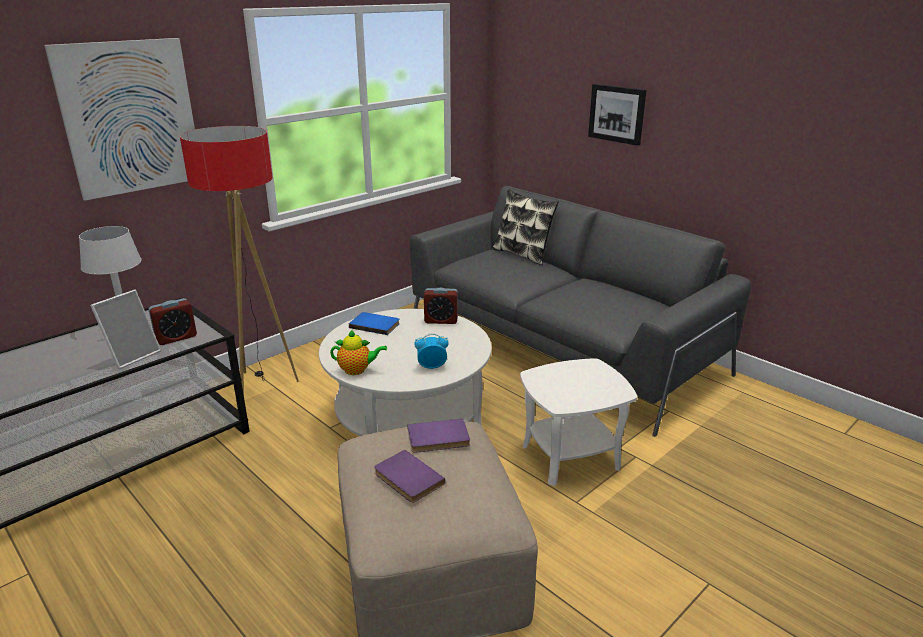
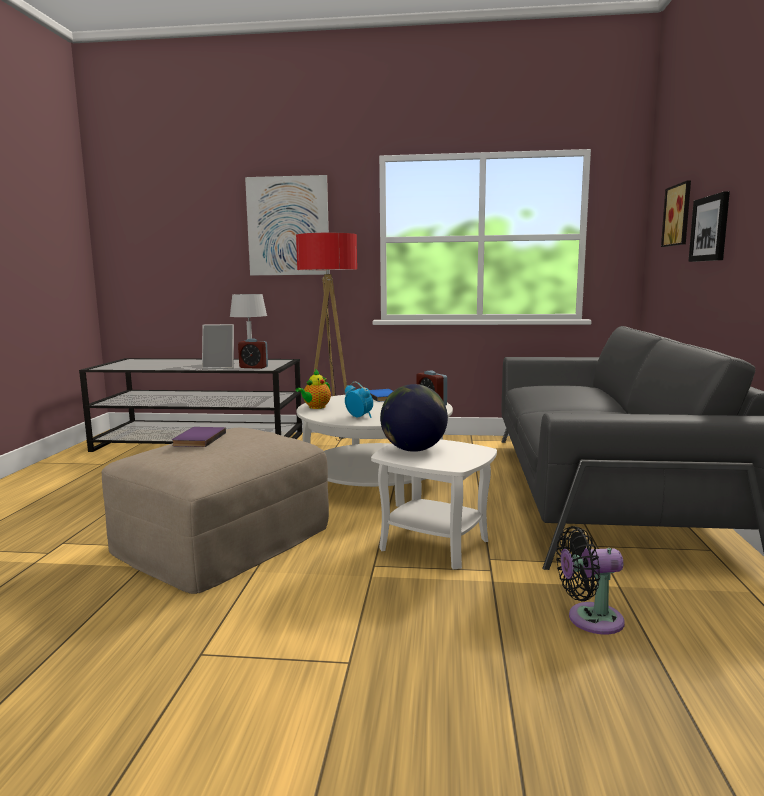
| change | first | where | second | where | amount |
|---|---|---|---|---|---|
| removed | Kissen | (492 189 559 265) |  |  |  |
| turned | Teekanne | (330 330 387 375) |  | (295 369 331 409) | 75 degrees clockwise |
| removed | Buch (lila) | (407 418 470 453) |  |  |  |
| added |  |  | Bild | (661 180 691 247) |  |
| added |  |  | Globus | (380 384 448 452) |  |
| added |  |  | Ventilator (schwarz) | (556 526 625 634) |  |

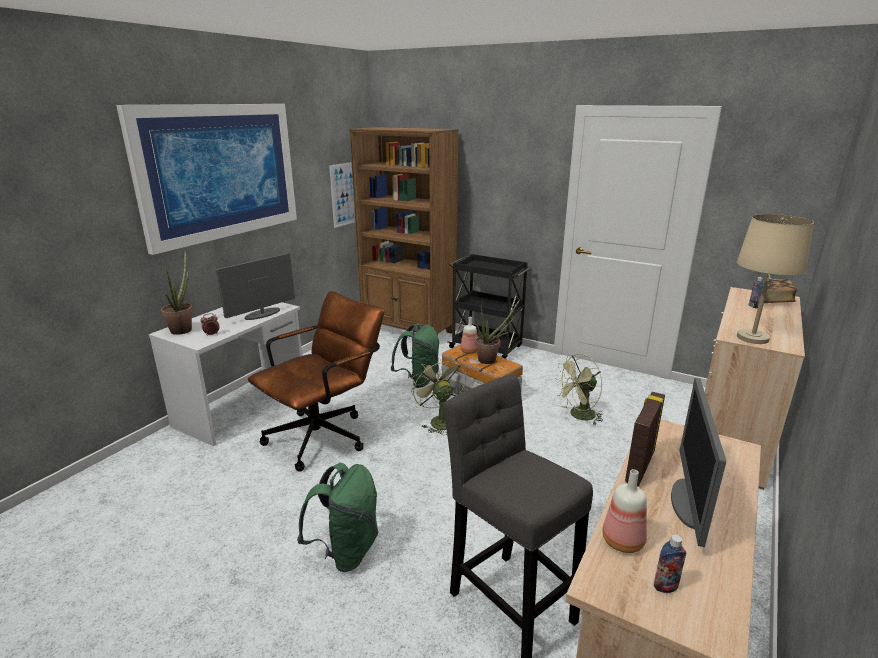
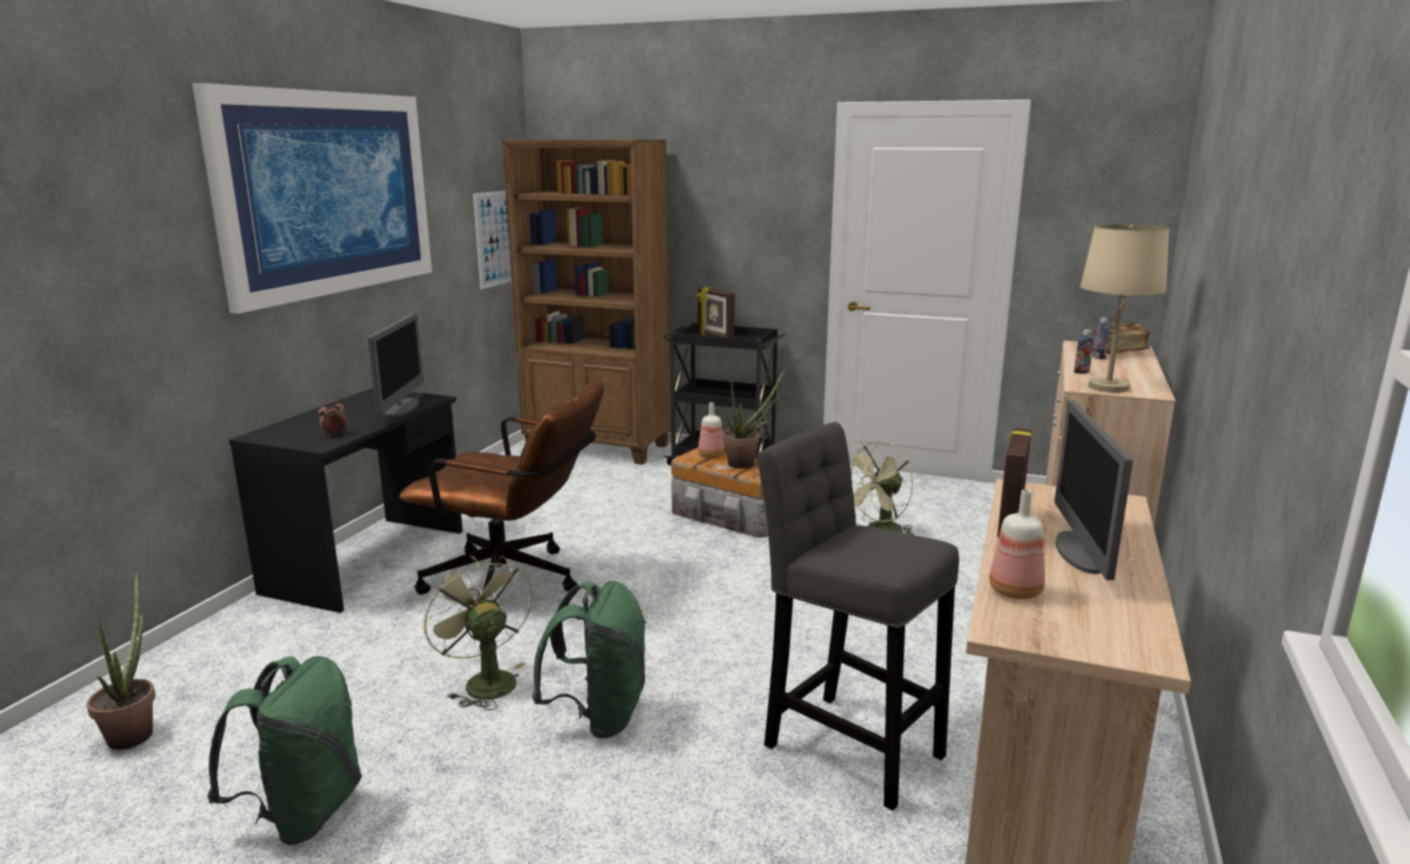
| change | first | where | second | where | amount |
|---|---|---|---|---|---|
| moved | Topfpflanze | (161 250 193 335) |  | (87 573 155 750) |  |
| turned | Monitor | (216 253 295 320) |  | (368 313 424 417) | 150 degrees clockwise |
| turned | Bürostuhl (braun) | (248 291 384 472) |  | (399 381 604 595) | 75 degrees clockwise |
| recoloured | Schreibtisch (weiß) | (149 302 302 446) | Schreibtisch (schwarz) | (229 388 463 613) |  |
| moved | Rucksack (grün) | (391 324 439 388) |  | (207 656 362 845) |  |
| moved | Ventilator (grün) | (411 357 466 435) |  | (420 556 533 710) |  |
| moved | Flasche | (654 534 686 593) |  | (1074 329 1094 374) |  |
| added |  |  | Bilderrahmen | (697 287 735 338) |  |

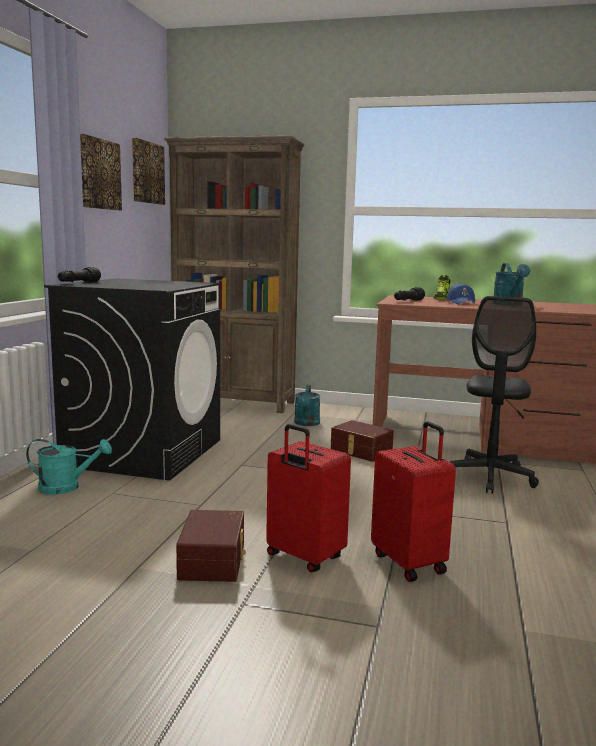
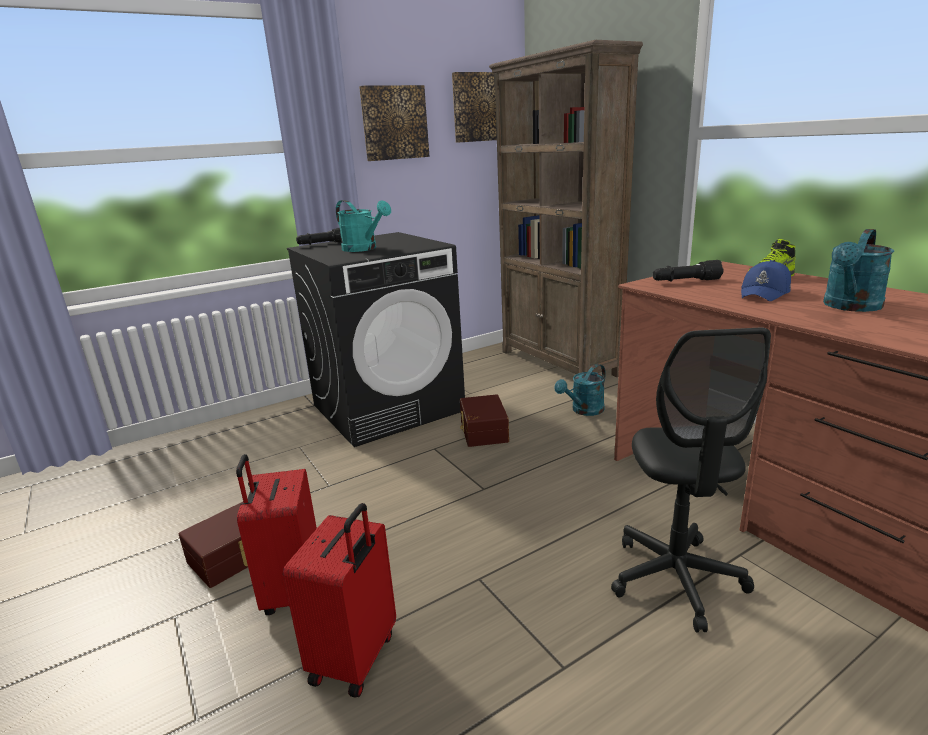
| change | first | where | second | where | amount |
|---|---|---|---|---|---|
| turned | Bürostuhl (schwarz) | (450 296 539 494) |  | (611 328 771 633) | 60 degrees counterclockwise |
| moved | Aufbewahrungsbox (braun) | (331 420 394 462) |  | (460 394 509 447) |  |
| moved | Gießkanne (türkis) | (26 439 112 495) |  | (336 200 391 252) |  |

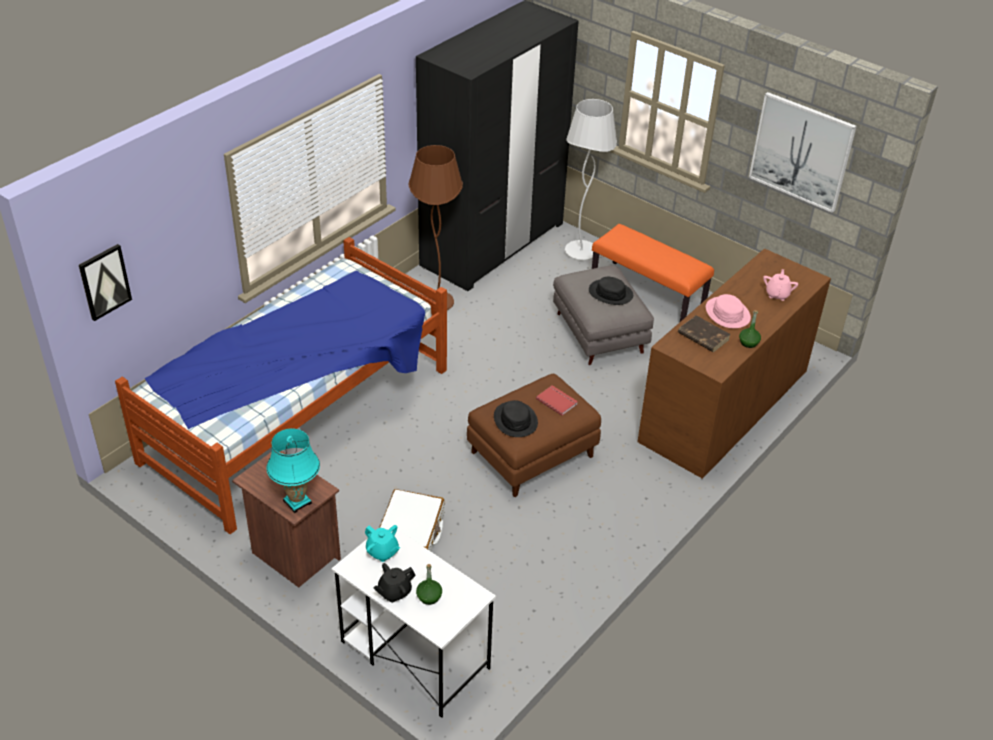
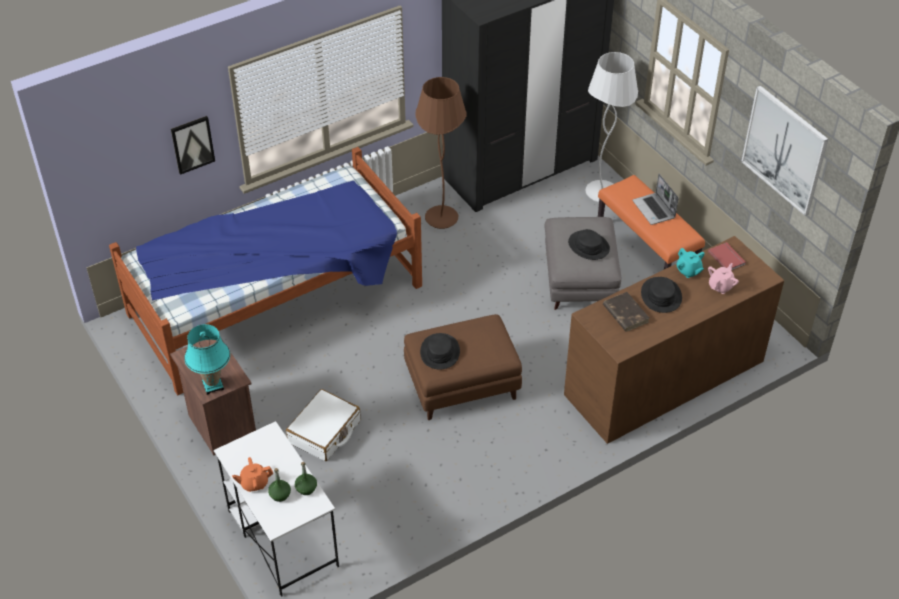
| change | first | where | second | where | amount |
|---|---|---|---|---|---|
| moved | Bild | (79 244 132 321) |  | (171 116 215 175) |  |
| recoloured | Hut (rosa) | (706 294 751 328) | Hut (schwarz) | (641 277 682 313) |  |
| moved | Flasche (grün) | (739 310 761 348) |  | (295 462 317 495) |  |
| moved | Buch (rot) | (536 385 578 416) |  | (708 242 746 270) |  |
| moved | Teekanne (türkis) | (365 525 400 562) |  | (677 248 705 278) |  |
| recoloured | Teekanne (schwarz) | (373 563 416 603) | Teekanne (orange) | (232 457 273 492) |  |
| added |  |  | Laptop | (632 174 679 225) |  |

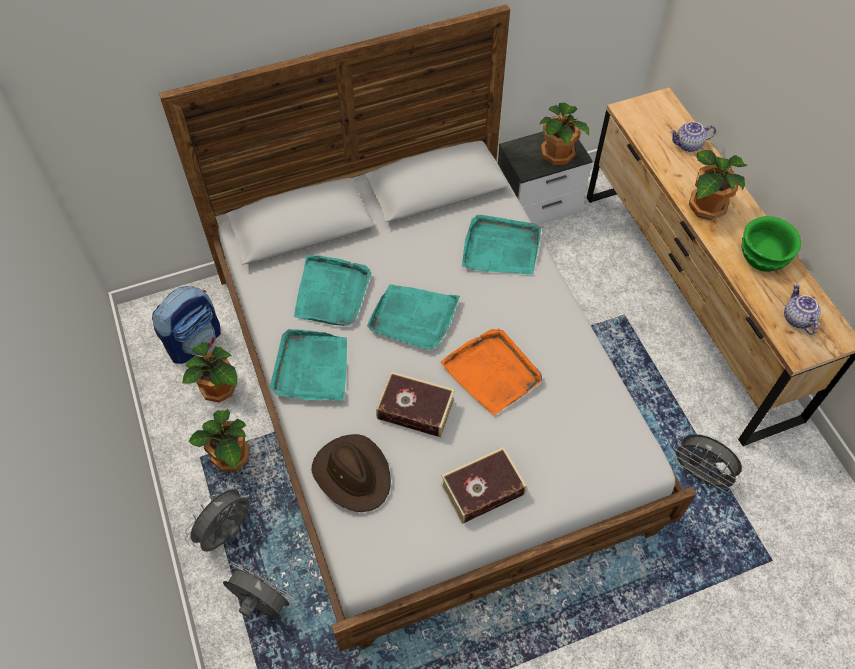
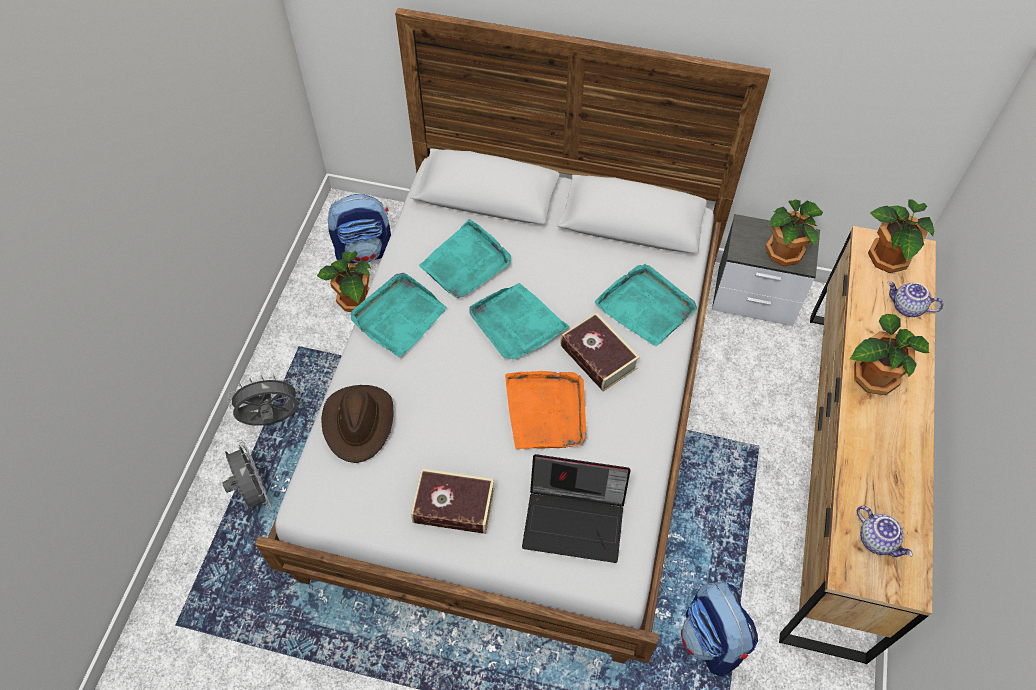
| change | first | where | second | where | amount |
|---|---|---|---|---|---|
| removed | Schüssel (grün) | (741 216 801 272) |  |  |  |
| turned | Teekanne | (784 283 821 335) |  | (857 506 913 557) | 120 degrees clockwise |
| moved | Buch | (376 372 455 437) |  | (560 313 640 392) |  |
| moved | Topfpflanze | (188 409 249 472) |  | (868 199 934 273) |  |
| replaced | Ventilator (grau) | (671 434 742 493) | Rucksack | (681 581 758 677) |  |
| added |  |  | Laptop | (522 454 631 563) |  |

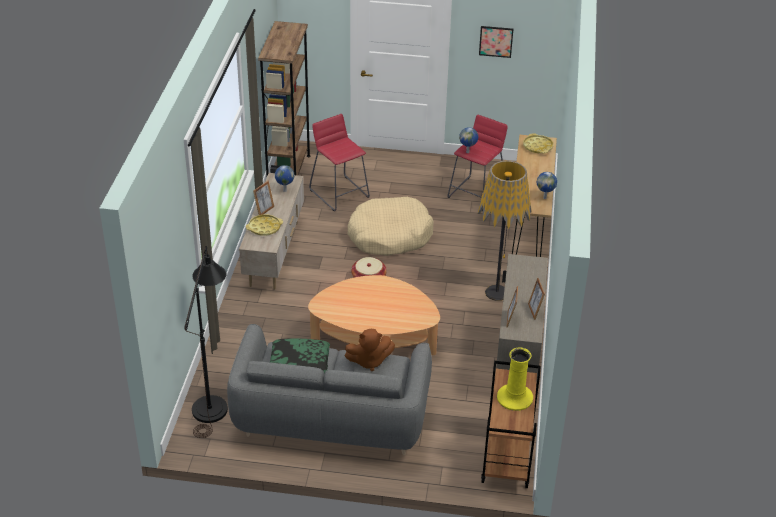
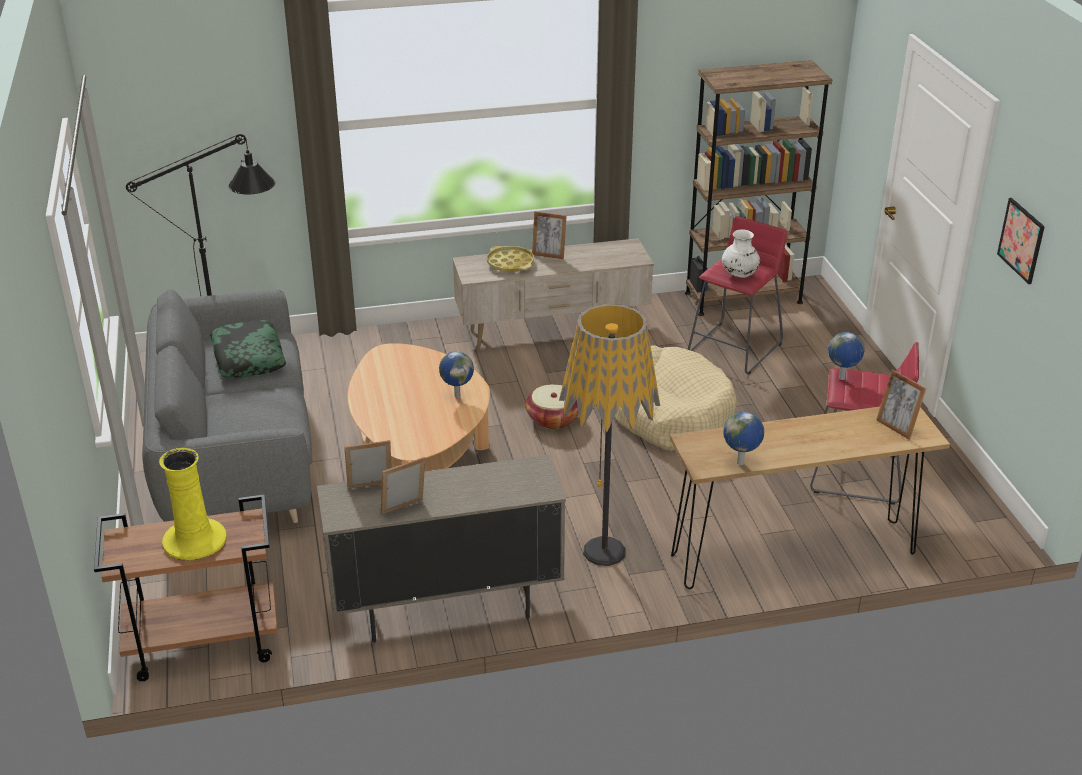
| change | first | where | second | where | amount |
|---|---|---|---|---|---|
| replaced | Tablett (gelb) | (523 133 553 154) | Bilderrahmen | (876 369 927 440) |  |
| moved | Globus | (275 165 294 192) |  | (439 351 474 398) |  |
| removed | Plüschtier (braun) | (345 329 395 371) |  |  |  |
| added |  |  | Vase (weiß) | (722 230 760 278) |  |

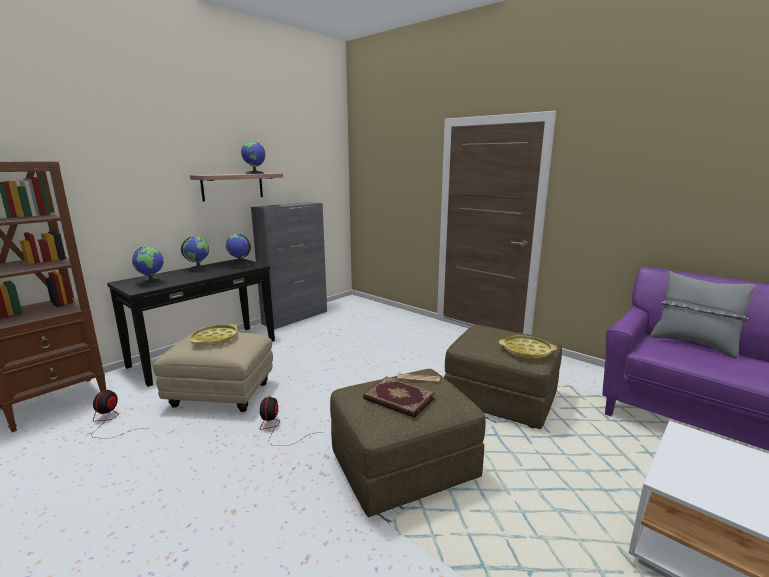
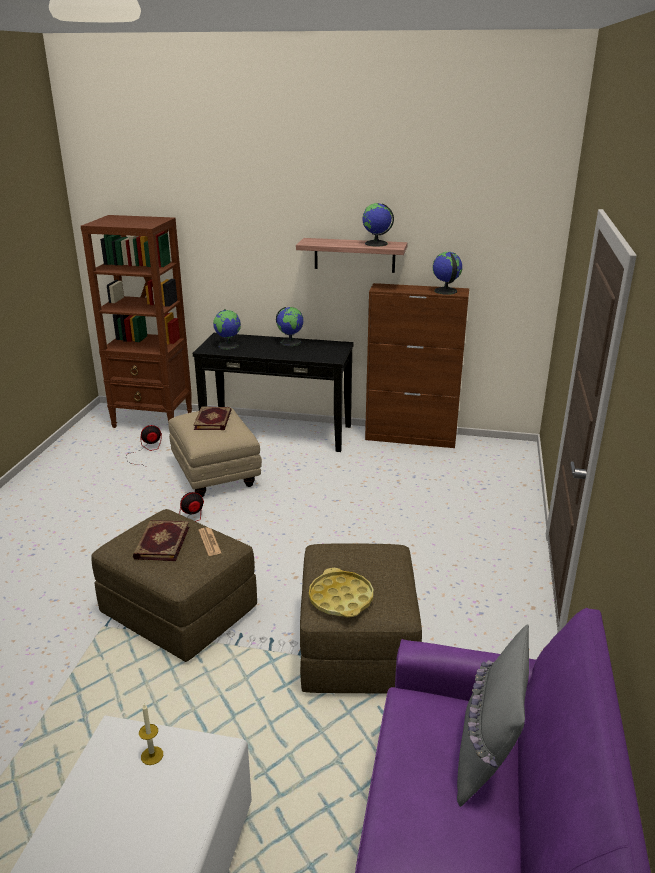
| change | first | where | second | where | amount |
|---|---|---|---|---|---|
| recoloured | Schrank (grau) | (251 202 327 329) | Schrank (braun) | (365 283 469 448) |  |
| moved | Globus | (225 234 251 267) |  | (433 252 462 295) |  |
| replaced | Tablett (gelb) | (190 324 238 346) | Buch | (193 406 232 430) |  |
| added |  |  | Kerze | (139 704 163 765) |  |

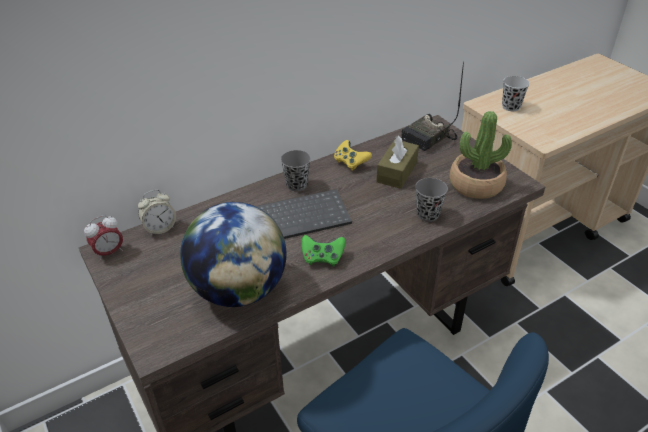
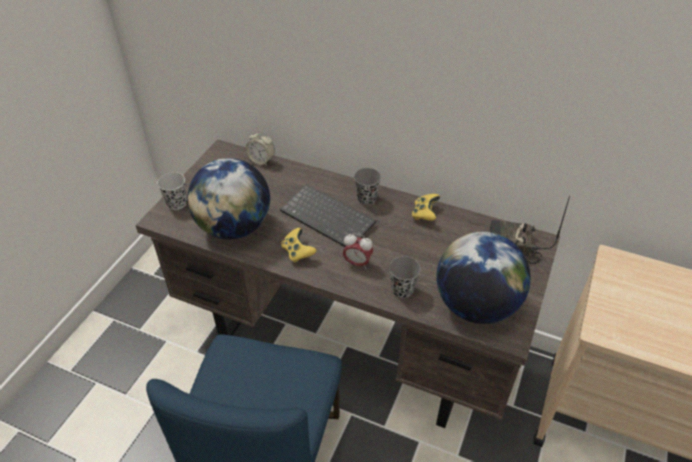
| change | first | where | second | where | amount |
|---|---|---|---|---|---|
| moved | Tasse (schwarz) | (502 76 530 111) |  | (157 172 187 210) |  |
| replaced | Topfpflanze | (449 111 512 199) | Globus | (436 232 531 324) |  |
| removed | Taschentuchbox (braun) | (376 136 419 189) |  |  |  |
| moved | Wecker | (84 215 123 261) |  | (343 233 373 269) |  |
| recoloured | Gamepad (grün) | (301 235 346 266) | Gamepad (gelb) | (281 228 316 263) |  |

